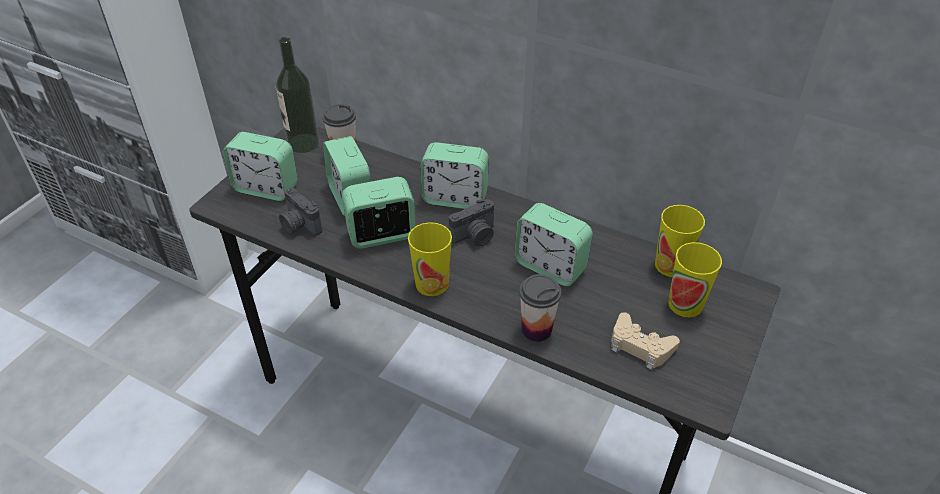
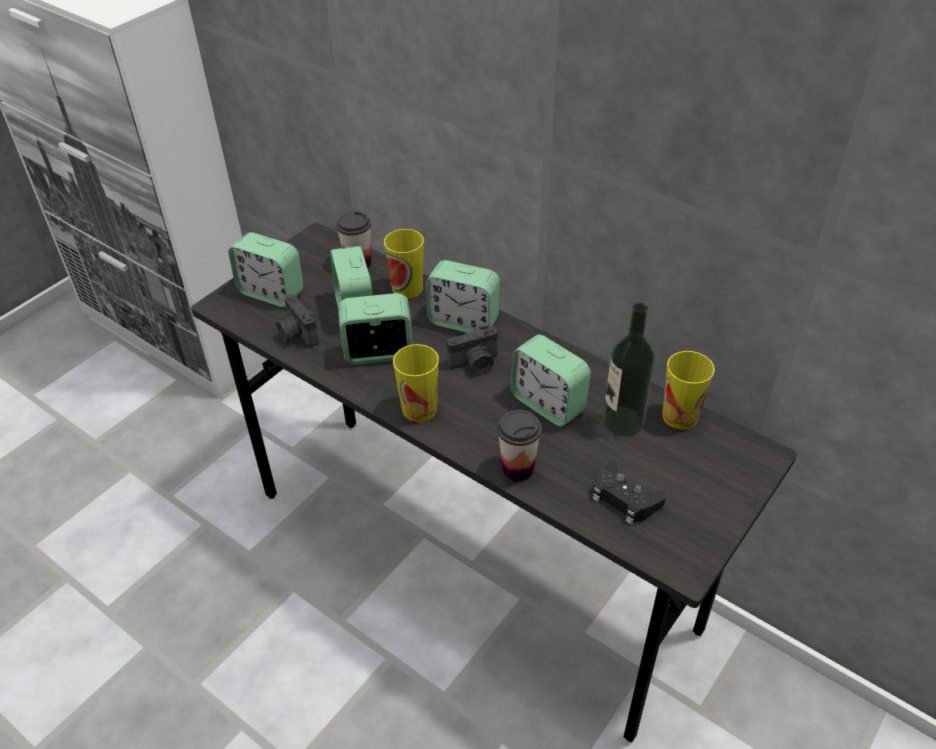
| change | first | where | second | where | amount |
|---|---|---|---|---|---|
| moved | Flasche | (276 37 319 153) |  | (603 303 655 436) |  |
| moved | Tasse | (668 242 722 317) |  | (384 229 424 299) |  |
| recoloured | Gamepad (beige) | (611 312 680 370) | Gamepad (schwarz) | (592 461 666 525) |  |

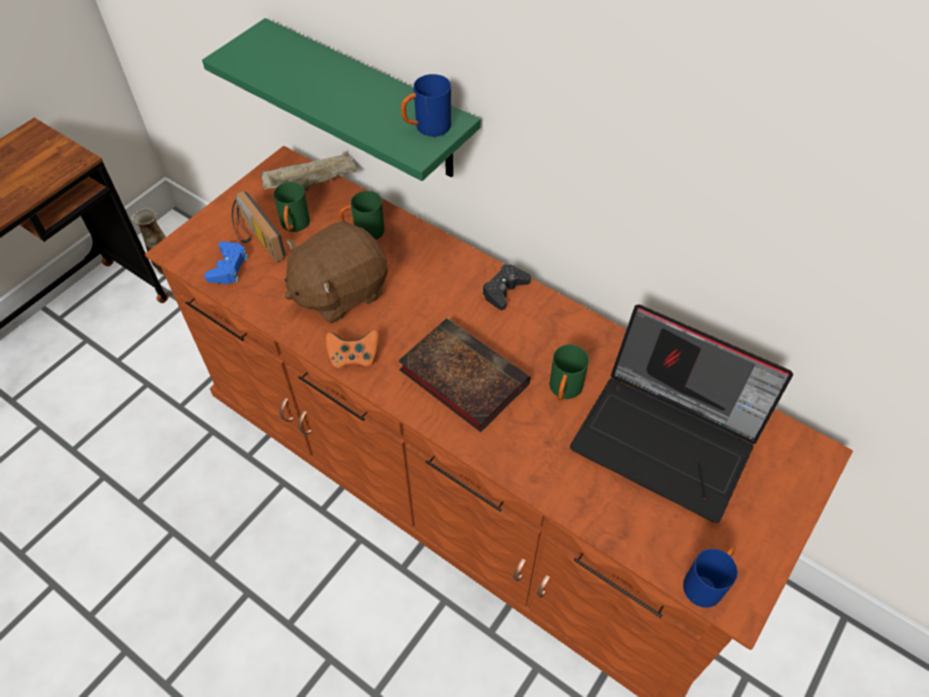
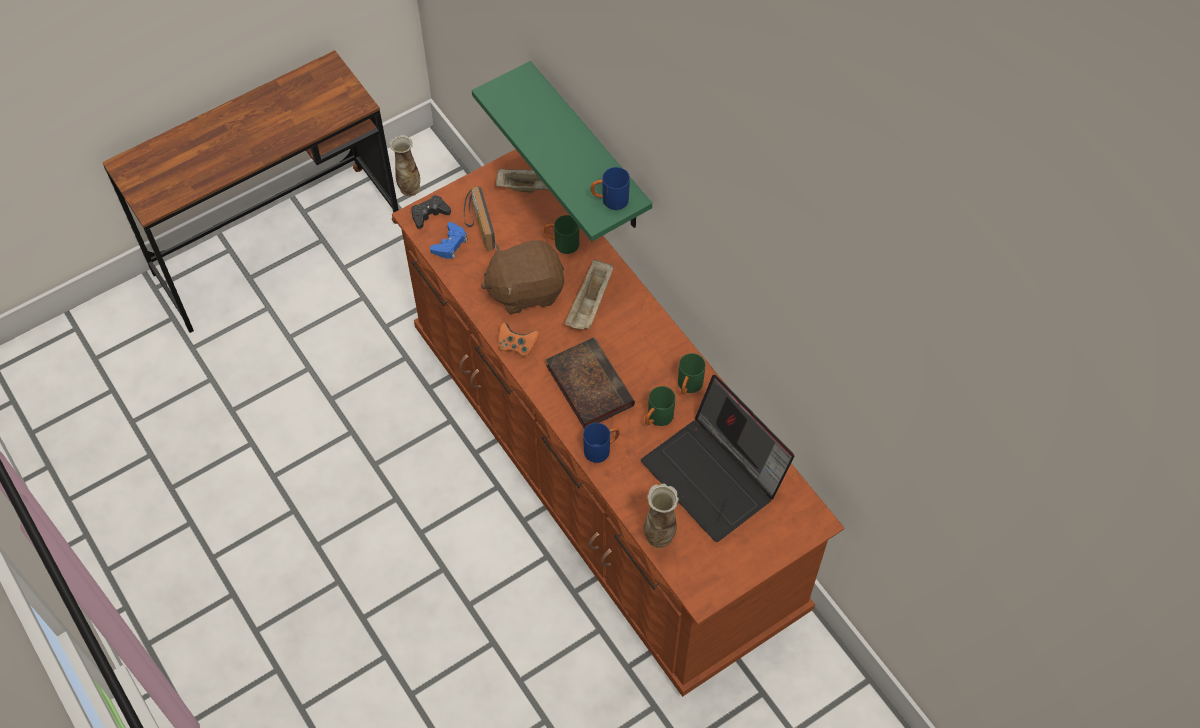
| change | first | where | second | where | amount |
|---|---|---|---|---|---|
| moved | Henkelbecher (grün) | (274 182 310 232) |  | (678 353 706 394) |  |
| moved | Gamepad (schwarz) | (482 264 531 310) |  | (411 195 451 229) |  |
| moved | Henkelbecher (blau) | (683 547 738 607) |  | (583 423 619 463) |  |
| added |  |  | Tablett (beige) | (565 259 614 329) |  |
| added |  |  | Vase | (644 484 679 548) |  |

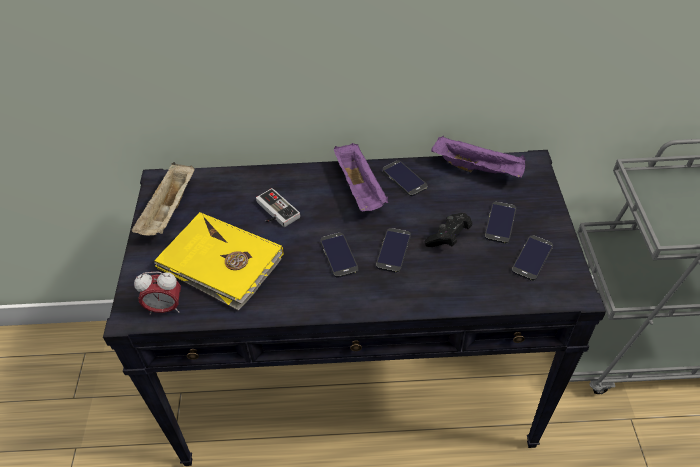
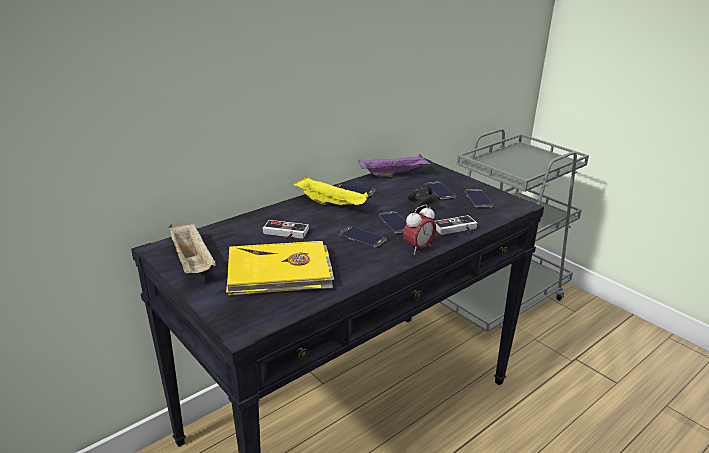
| change | first | where | second | where | amount |
|---|---|---|---|---|---|
| recoloured | Tablett (lila) | (334 143 388 212) | Tablett (gelb) | (294 178 368 205) |  |
| moved | Wecker | (134 272 181 315) |  | (403 204 436 255) |  |
| added |  |  | Gamepad | (435 215 478 235) |  |

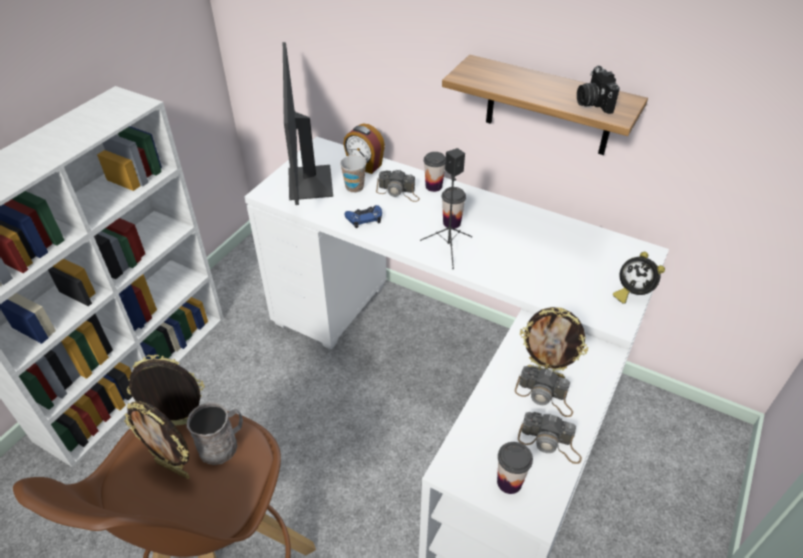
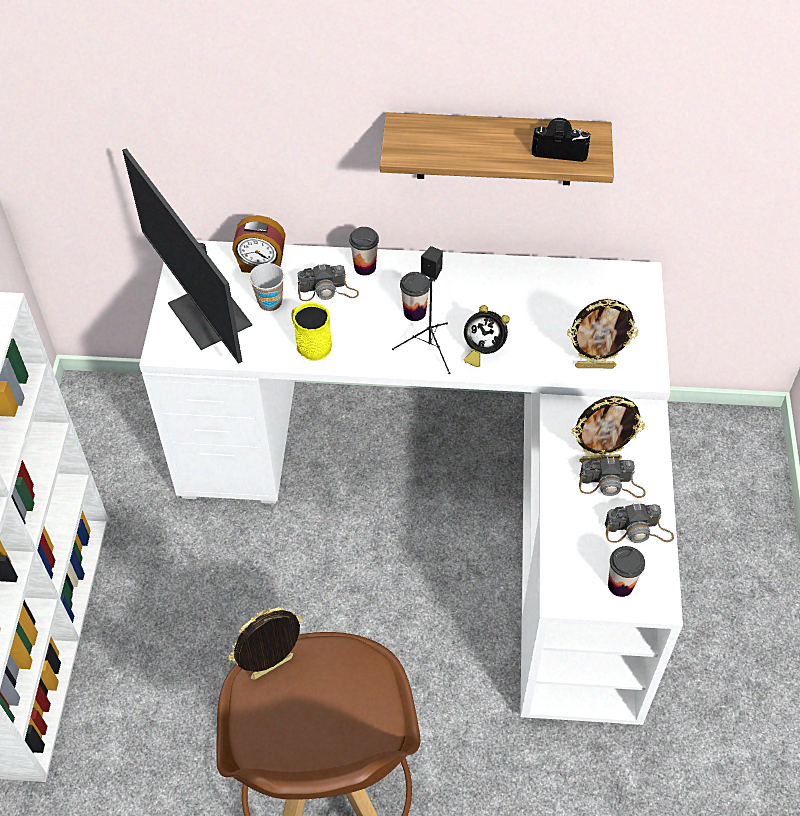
| change | first | where | second | where | amount |
|---|---|---|---|---|---|
| turned | Kamera | (577 66 620 114) |  | (532 118 591 162) | 135 degrees clockwise |
| replaced | Gamepad (blau) | (344 205 382 228) | Henkelbecher (gelb) | (291 302 332 360) |  |
| moved | Wecker | (613 252 665 304) |  | (464 305 510 367) |  |
| moved | Bilderrahmen | (124 401 190 479) |  | (567 299 639 368) |  |
| removed | Henkelbecher (grau) | (187 402 243 465) |  |  |  |

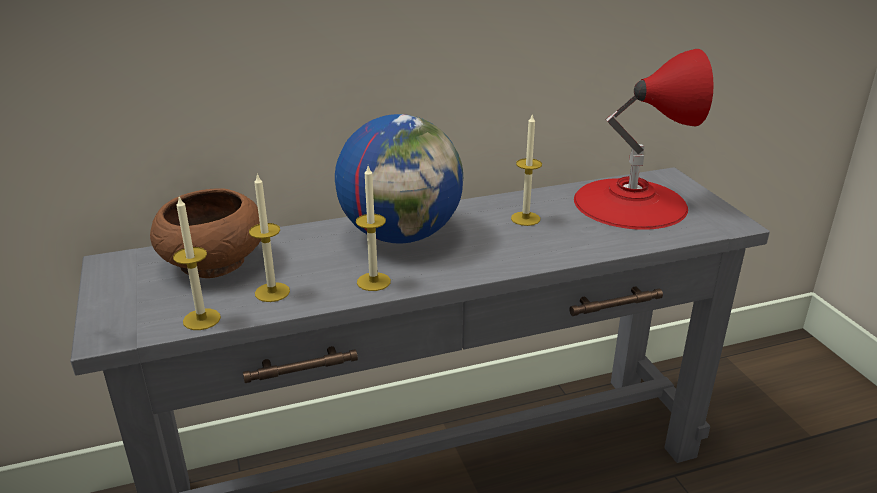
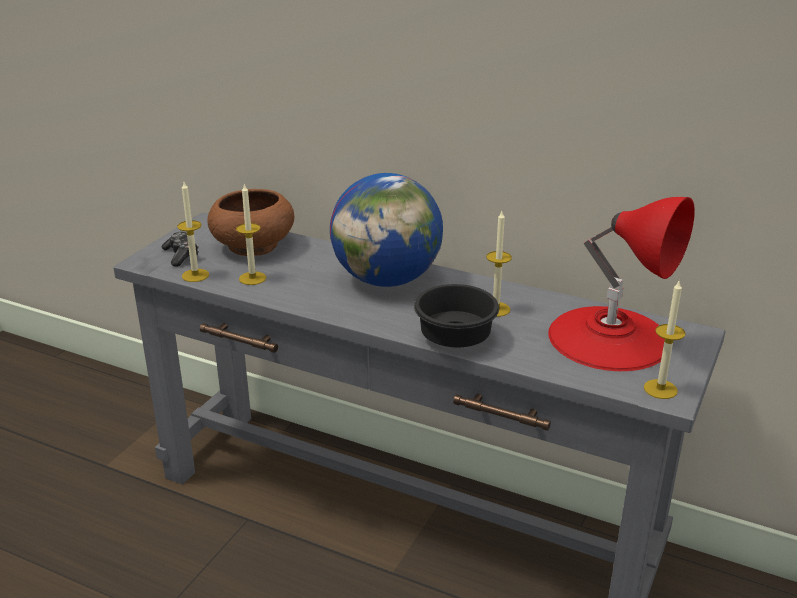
| change | first | where | second | where | amount |
|---|---|---|---|---|---|
| moved | Kerze | (356 166 391 291) |  | (644 281 686 399) |  |
| added |  |  | Gamepad | (162 231 199 267) |  |
| added |  |  | Schüssel (schwarz) | (414 284 499 347) |  |

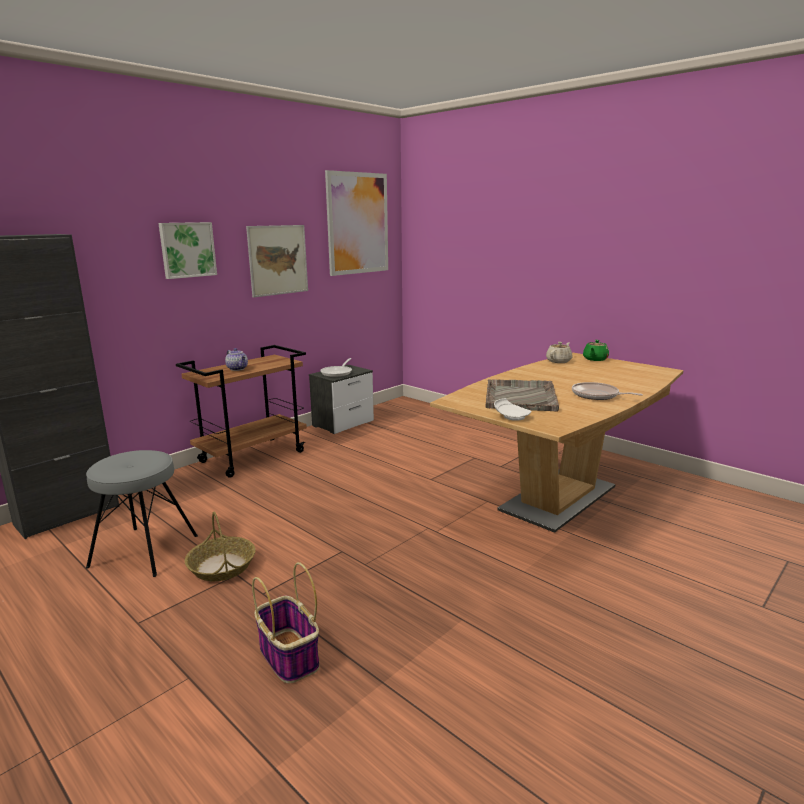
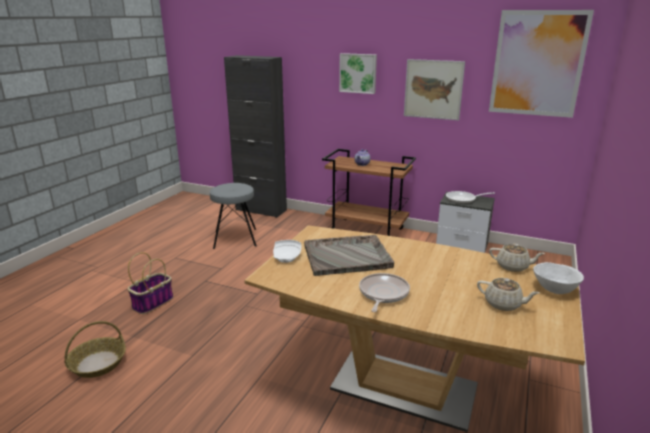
| change | first | where | second | where | amount |
|---|---|---|---|---|---|
| replaced | Teekanne (grün) | (583 340 609 361) | Schüssel (weiß) | (533 262 584 294) |  |
| moved | Korb | (185 512 256 581) |  | (64 321 126 378) |  |
| added |  |  | Teekanne (beige) | (477 278 539 311) |  |

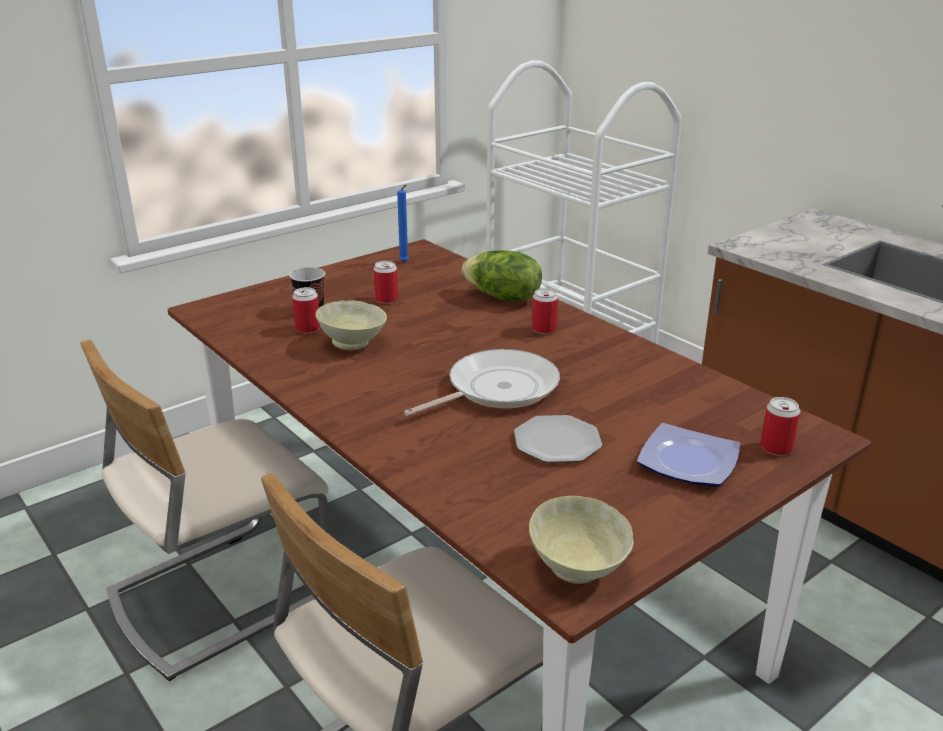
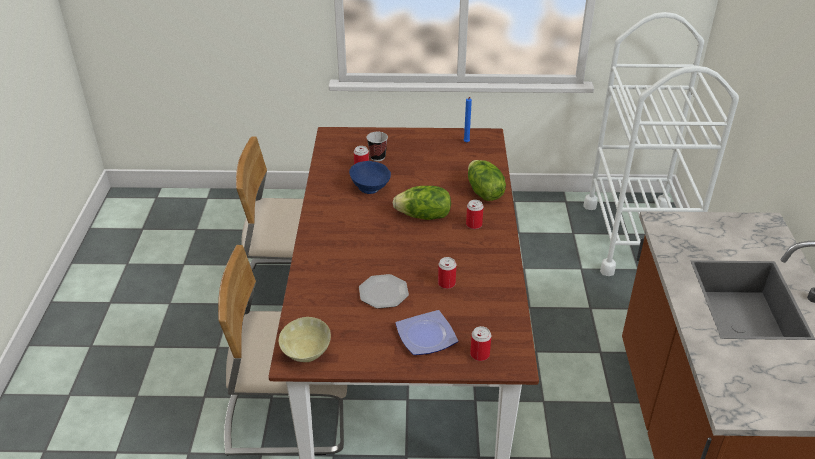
| change | first | where | second | where | amount |
|---|---|---|---|---|---|
| moved | Dose | (373 261 398 304) |  | (438 257 456 289) |  |
| recoloured | Schüssel (beige) | (315 300 387 350) | Schüssel (blau) | (349 161 391 194) |  |
| removed | Pfanne | (404 349 560 416) |  |  |  |
| added |  |  | Salatkopf | (393 186 451 220) |  |

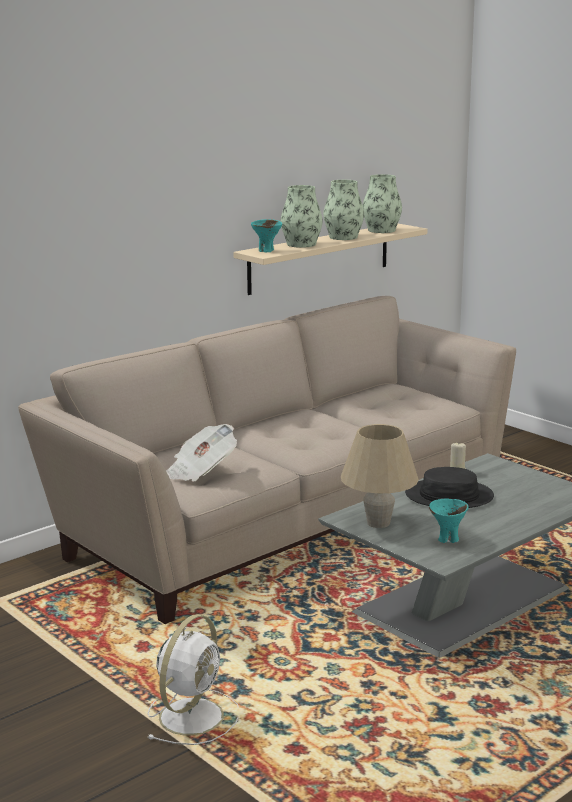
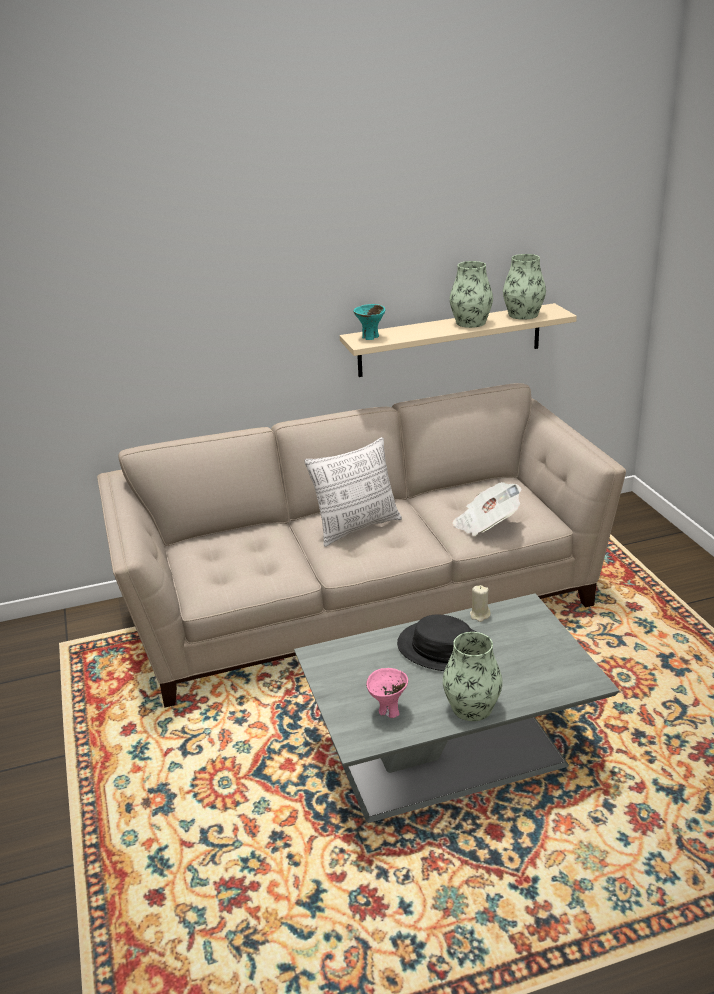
| change | first | where | second | where | amount |
|---|---|---|---|---|---|
| moved | Vase | (280 185 323 248) |  | (443 632 503 721) |  |
| moved | Zeitung | (166 424 237 482) |  | (452 482 522 536) |  |
| removed | Tischlampe (beige) | (341 424 419 528) |  |  |  |
| recoloured | Schüssel (türkis) | (429 499 468 543) | Schüssel (rosa) | (366 668 408 718) |  |
| removed | Ventilator (weiß) | (148 614 238 745) |  |  |  |
| added |  |  | Kissen | (304 437 402 547) |  |

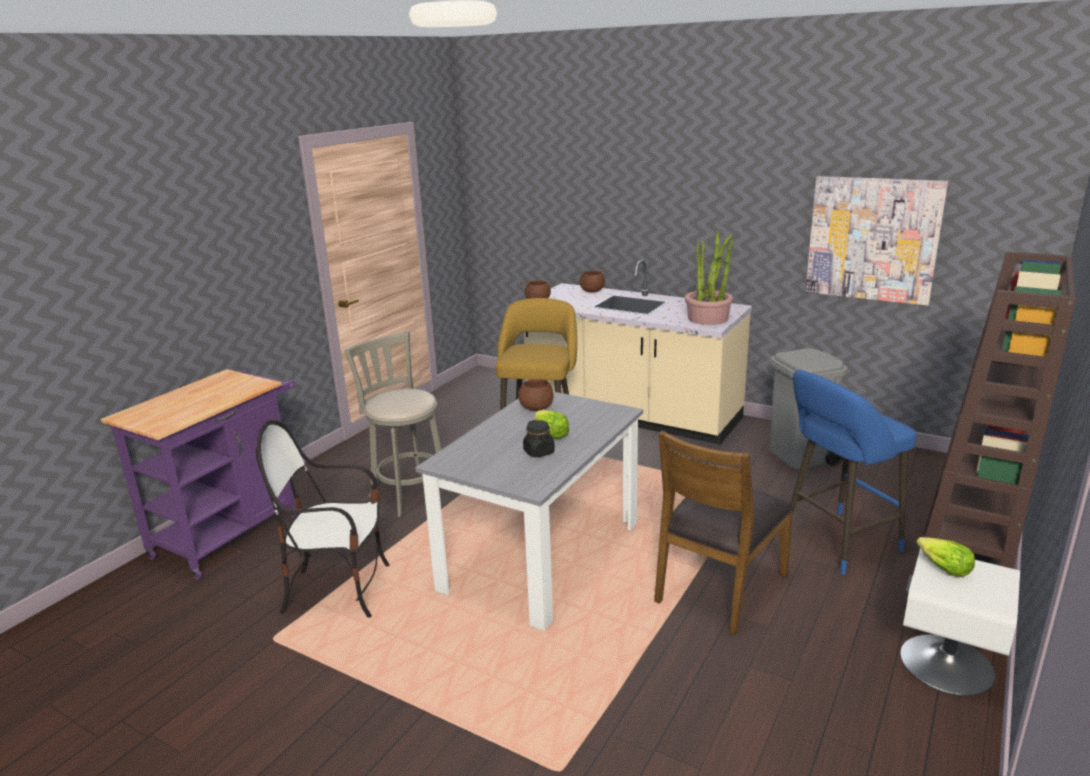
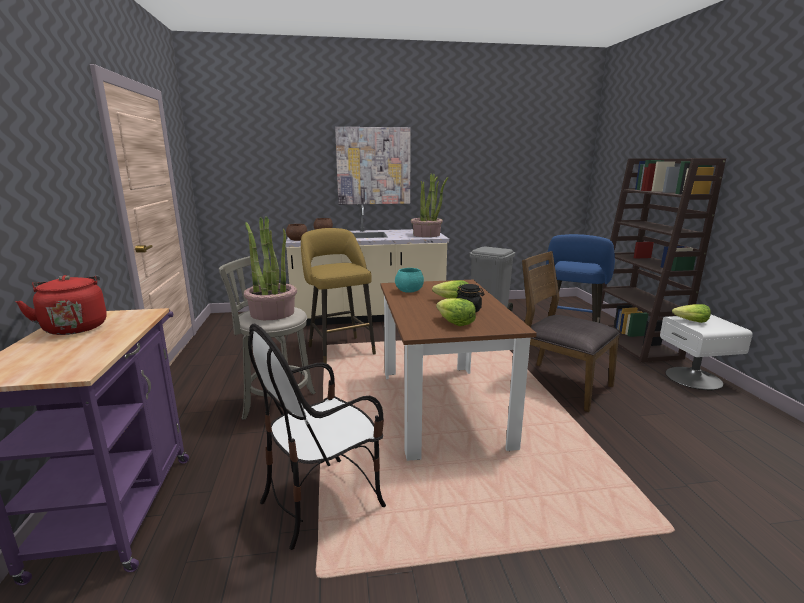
| change | first | where | second | where | amount |
|---|---|---|---|---|---|
| moved | Bild | (805 176 948 306) |  | (335 127 411 205) |  |
| recoloured | Schüssel (braun) | (518 379 554 411) | Schüssel (türkis) | (395 268 424 293) |  |
| recoloured | Esstisch (grau) | (415 392 643 631) | Esstisch (braun) | (381 280 537 461) |  |
| turned | Stuhl (braun) | (654 431 794 635) |  | (522 251 620 412) | 135 degrees clockwise |
| added |  |  | Topfpflanze | (244 216 297 320) |  |
| added |  |  | Wasserkessel (rot) | (16 275 107 335) |  |
| added |  |  | Salatkopf | (436 298 476 326) |  |

